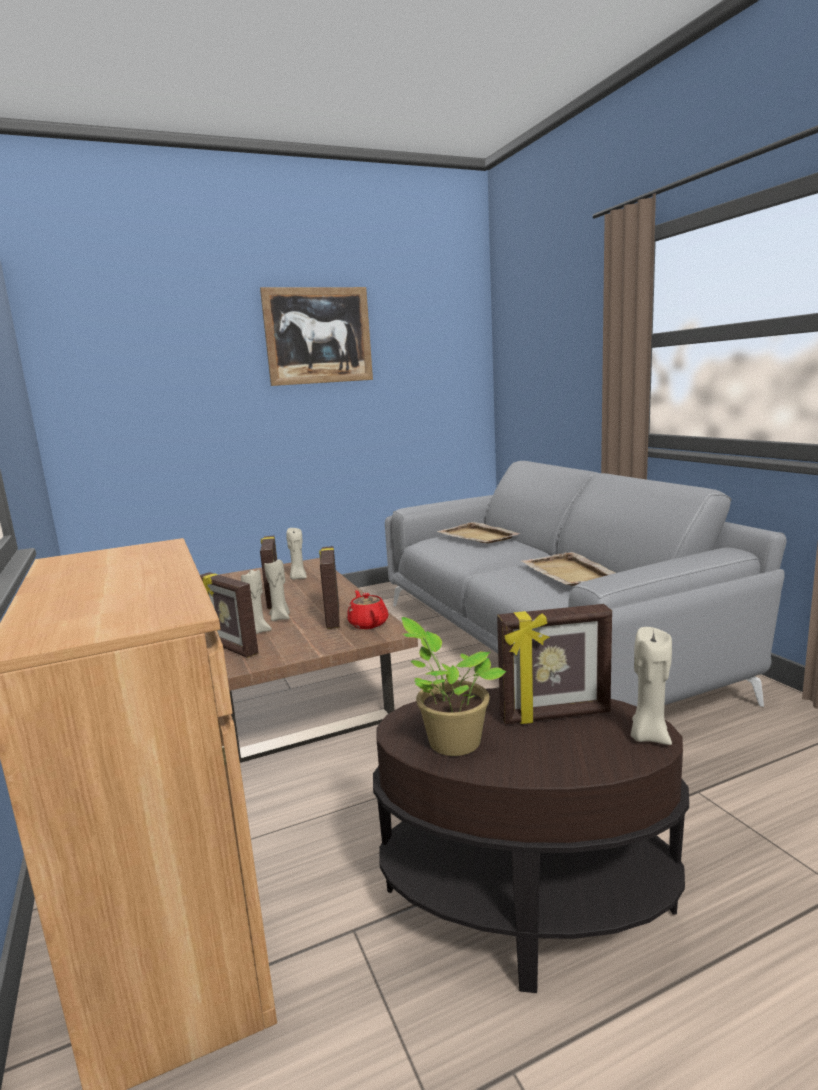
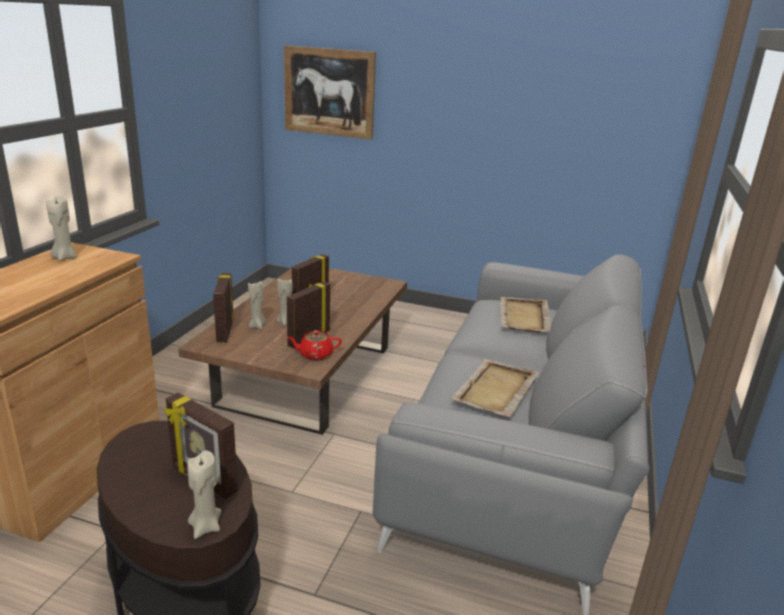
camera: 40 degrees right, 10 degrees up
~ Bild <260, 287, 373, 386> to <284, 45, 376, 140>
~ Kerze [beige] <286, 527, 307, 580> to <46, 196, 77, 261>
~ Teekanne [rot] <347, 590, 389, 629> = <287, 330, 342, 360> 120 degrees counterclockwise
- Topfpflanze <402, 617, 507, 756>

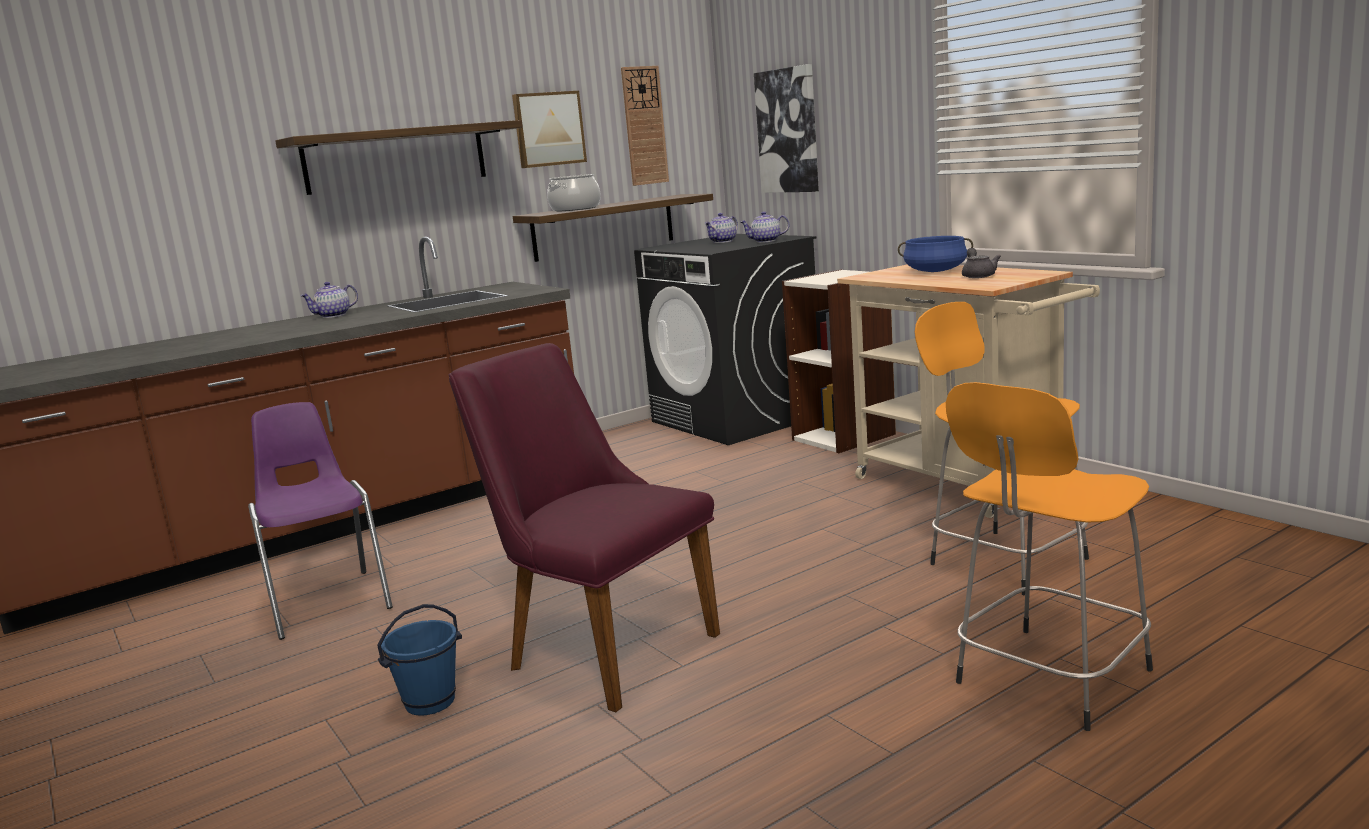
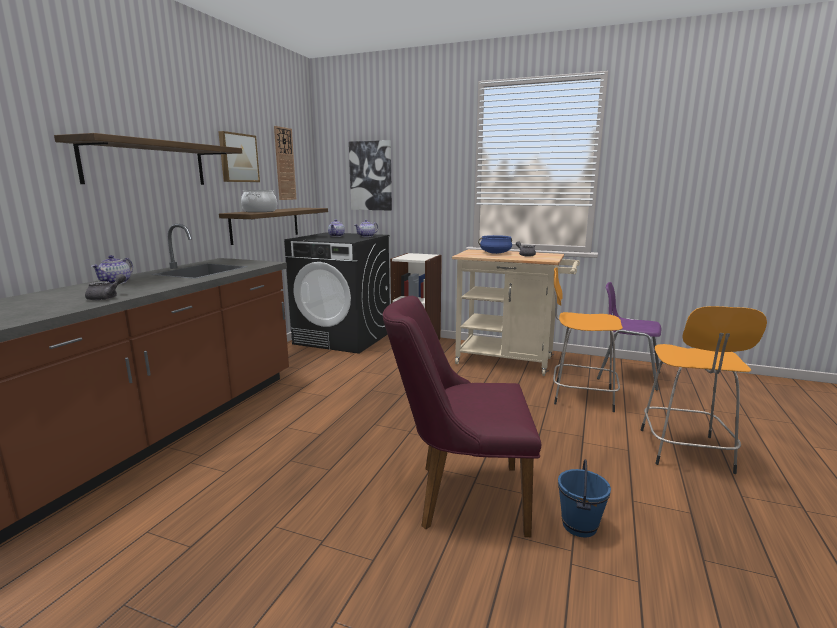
camera: 35 degrees left, 0 degrees up
~ Stuhl [lila] <248, 402, 393, 640> to <597, 282, 662, 391>
~ Eimer [blau] <377, 604, 462, 716> to <558, 459, 611, 538>
+ Teekanne [grau] <85, 274, 126, 301>

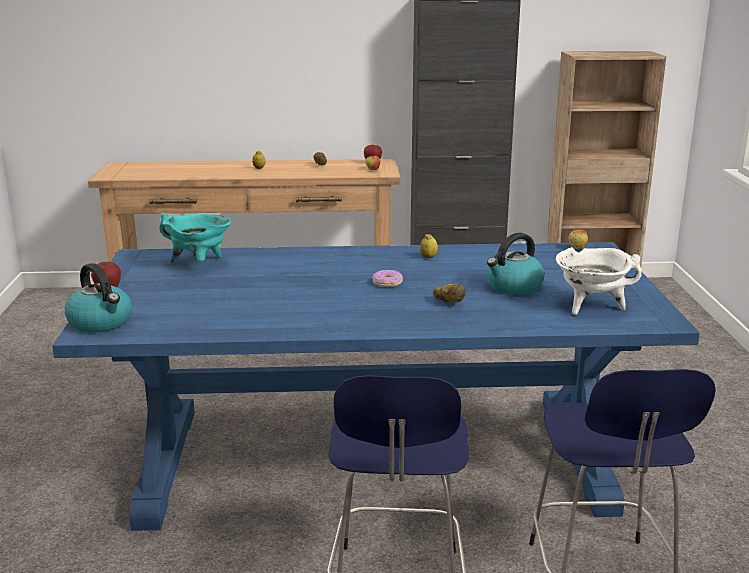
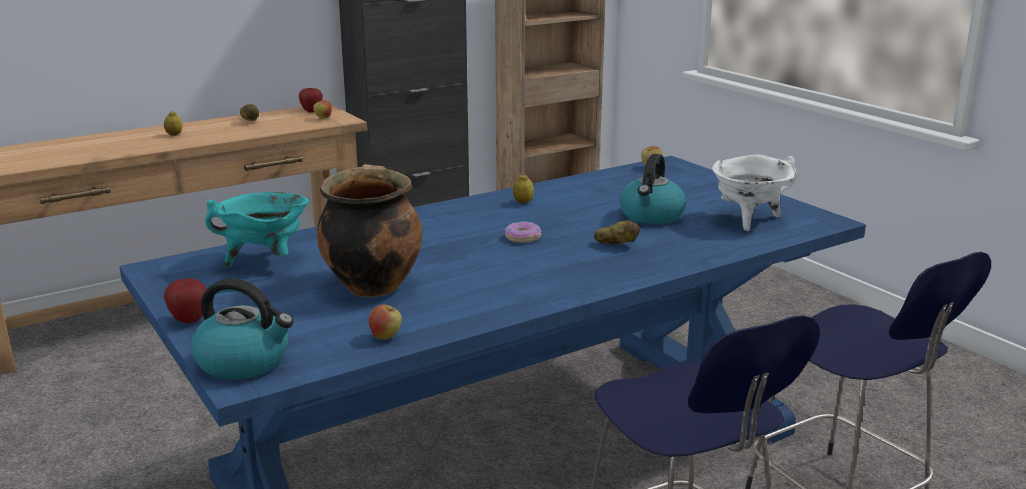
camera: 30 degrees left, 0 degrees up
+ Kochtopf <317, 164, 422, 297>
+ Apfel <369, 304, 402, 340>

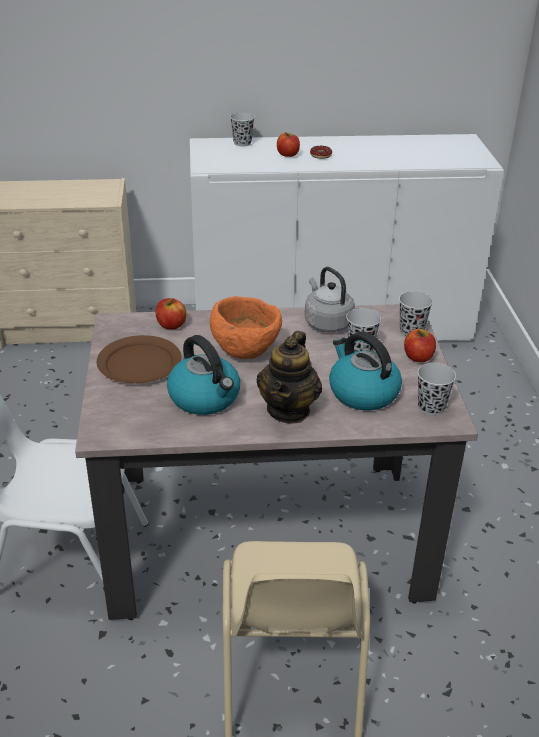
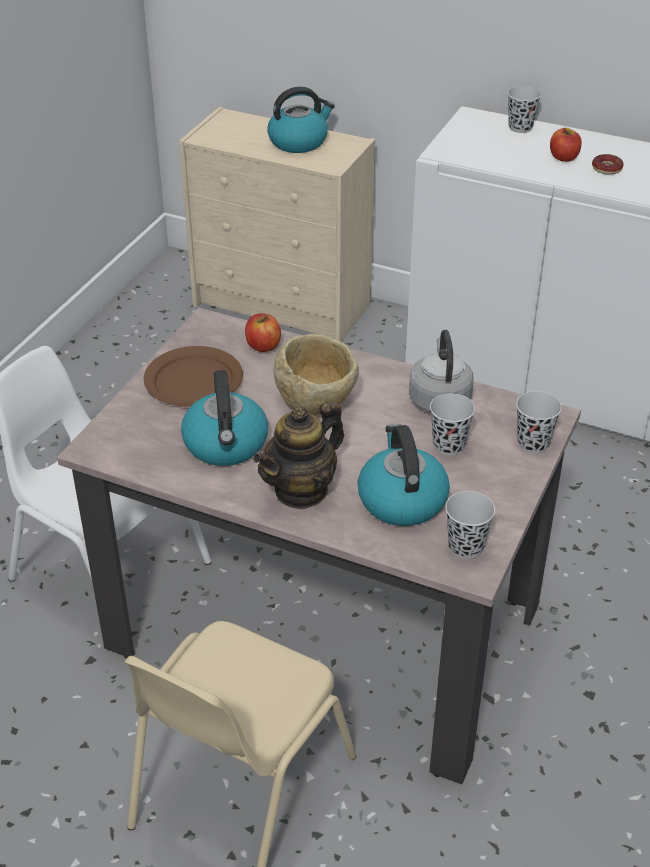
camera: 30 degrees right, 5 degrees up
~ Schüssel [orange] <210, 296, 282, 359> to Schüssel [beige] <273, 334, 359, 416>
- Apfel <404, 329, 436, 362>
+ Wasserkessel <267, 87, 335, 153>

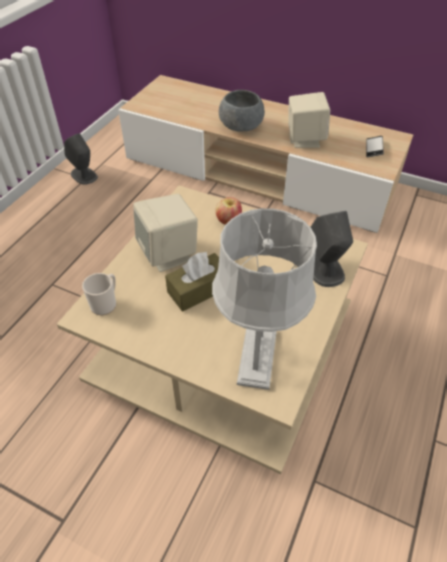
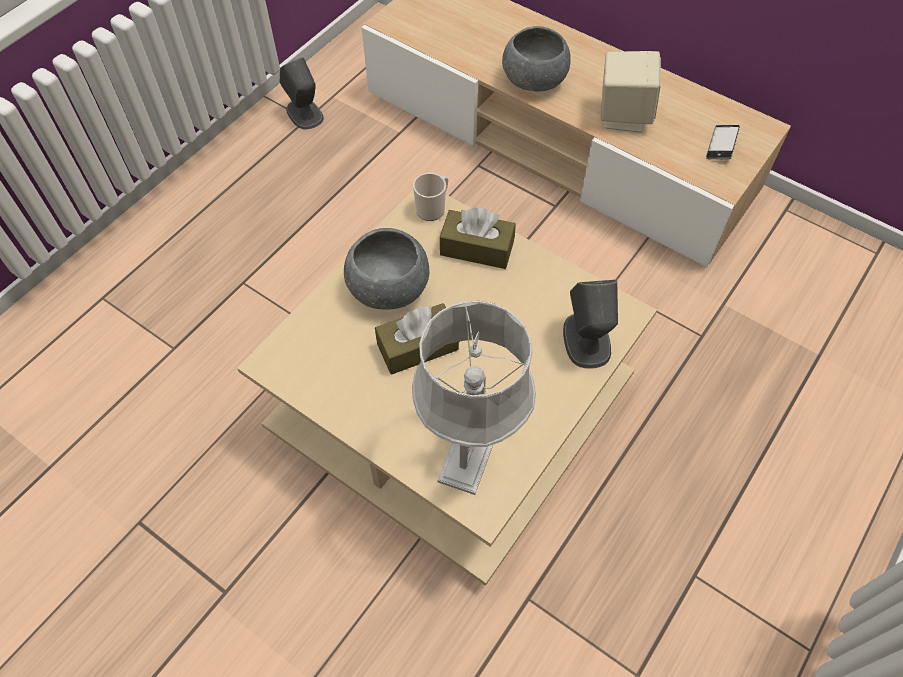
camera: 10 degrees right, 10 degrees up
~ Lautsprecher [beige] <133, 194, 198, 272> to Schüssel [grau] <344, 228, 429, 310>
~ Apfel <216, 197, 242, 224> to Taschentuchbox [braun] <440, 208, 516, 269>
~ Henkelbecher <82, 273, 116, 315> to <413, 173, 448, 221>

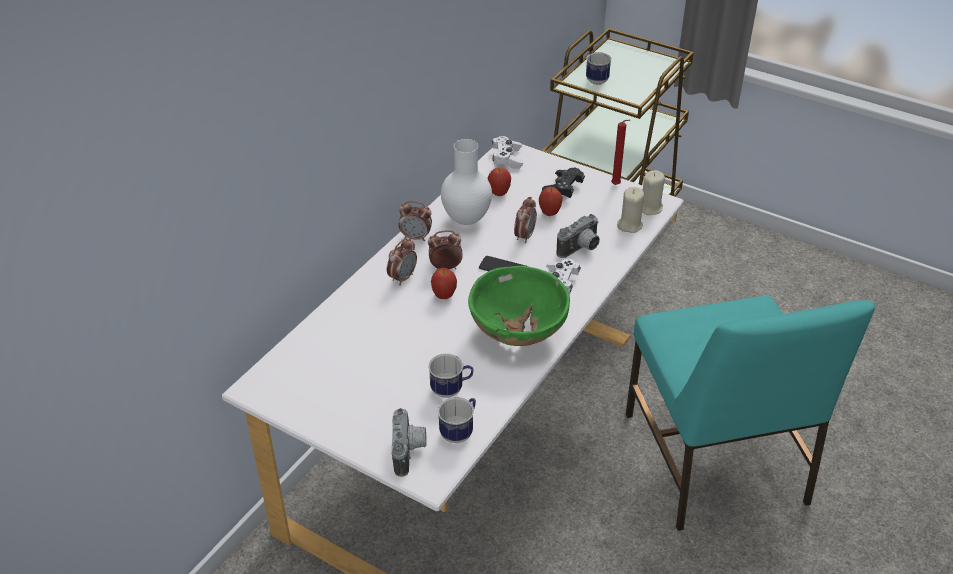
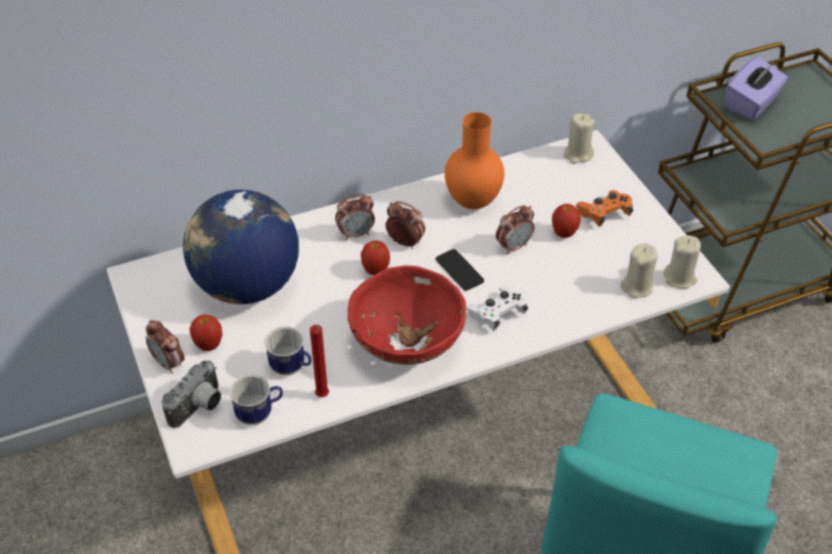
camera: 35 degrees right, 5 degrees up
~ Henkelbecher <586, 52, 612, 85> to Taschentuchbox [lila] <726, 57, 788, 120>
~ Kerze [rot] <611, 120, 630, 185> to <310, 325, 329, 397>
~ Gamepad [weiß] <492, 136, 523, 169> to Kerze [beige] <564, 113, 595, 164>
~ Vase [weiß] <441, 139, 492, 225> to Vase [orange] <445, 112, 504, 209>
~ Apfel <488, 168, 511, 196> to <189, 315, 222, 351>
~ Gamepad [schwarz] <542, 168, 585, 198> to Gamepad [orange] <576, 190, 633, 227>
~ Wecker <399, 201, 432, 241> to <146, 320, 185, 374>
- Kamera <557, 214, 600, 258>
~ Schüssel [grün] <468, 266, 570, 346> to Schüssel [rot] <347, 265, 466, 365>
+ Globus <183, 190, 299, 304>

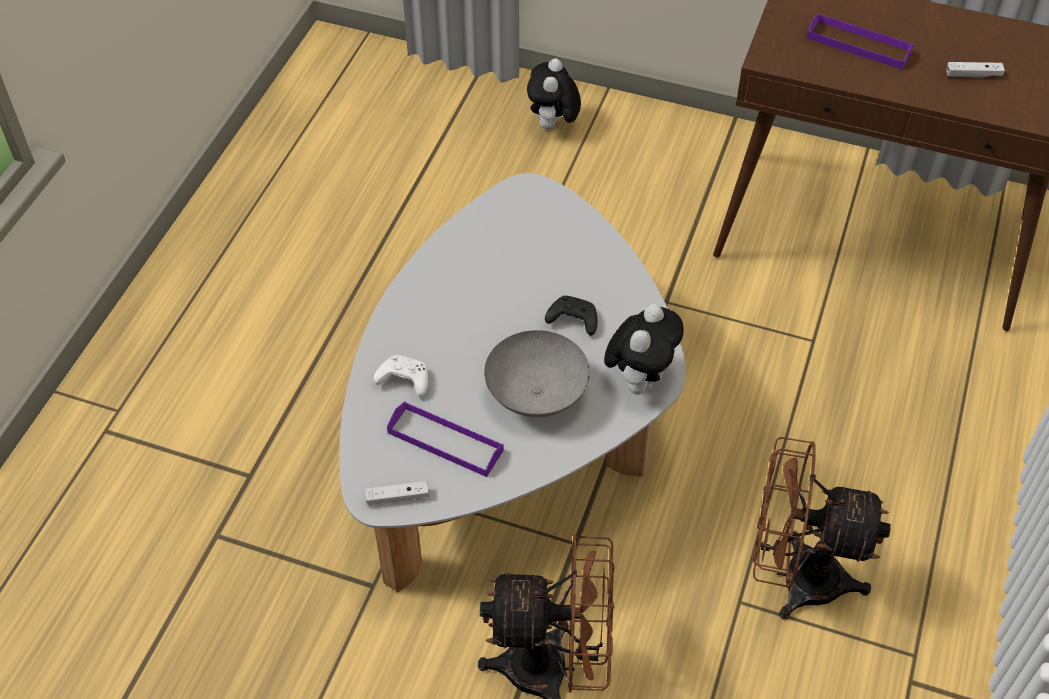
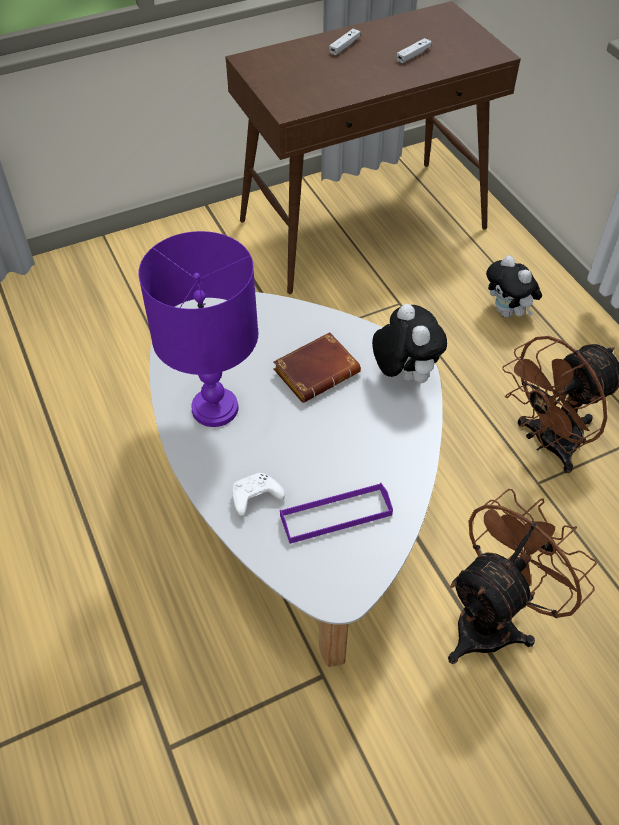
camera: 45 degrees left, 0 degrees up
- Tablett [lila] <806, 13, 914, 70>
~ Plüschtier <527, 58, 581, 129> to <486, 255, 542, 318>
~ Gamepad [schwarz] <545, 296, 597, 336> to Buch [braun] <273, 332, 361, 403>
- Schüssel [grau] <484, 330, 590, 417>
~ Gamepad [weiß] <365, 481, 429, 505> to <329, 29, 360, 55>
+ Tischlampe [lila] <138, 231, 258, 427>

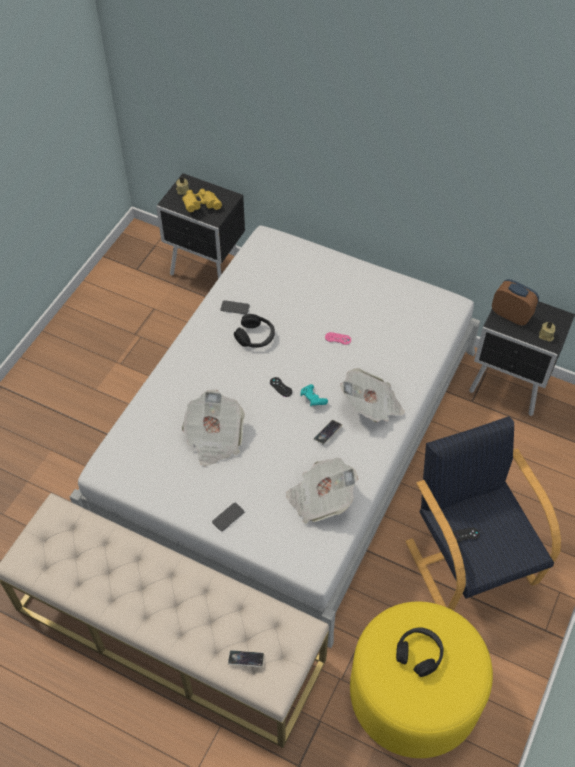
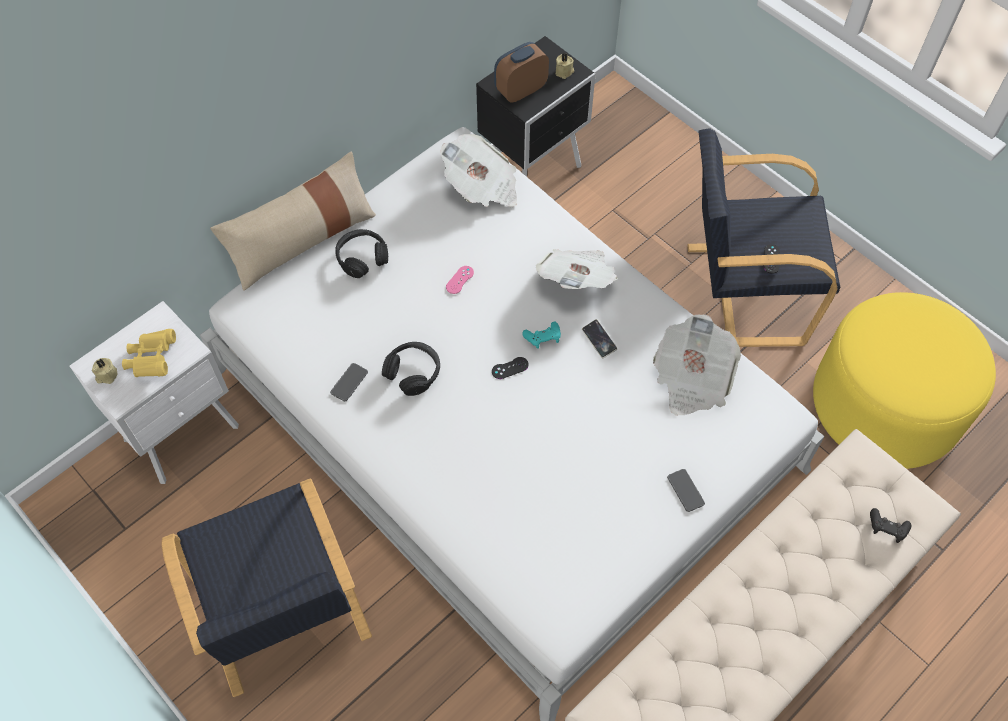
camera: 70 degrees left, 5 degrees up
~ Nachttisch [schwarz] <156, 173, 245, 279> to Nachttisch [weiß] <70, 301, 239, 484>
~ Zeitung <182, 390, 245, 466> to <440, 134, 517, 207>
~ Kopfhörer [schwarz] <396, 627, 443, 677> to <335, 229, 388, 278>
~ Handy <228, 650, 264, 667> to Gamepad [schwarz] <870, 508, 911, 543>
+ Kissen [beige] <210, 152, 376, 291>
+ Sessel [schwarz] <161, 479, 372, 697>

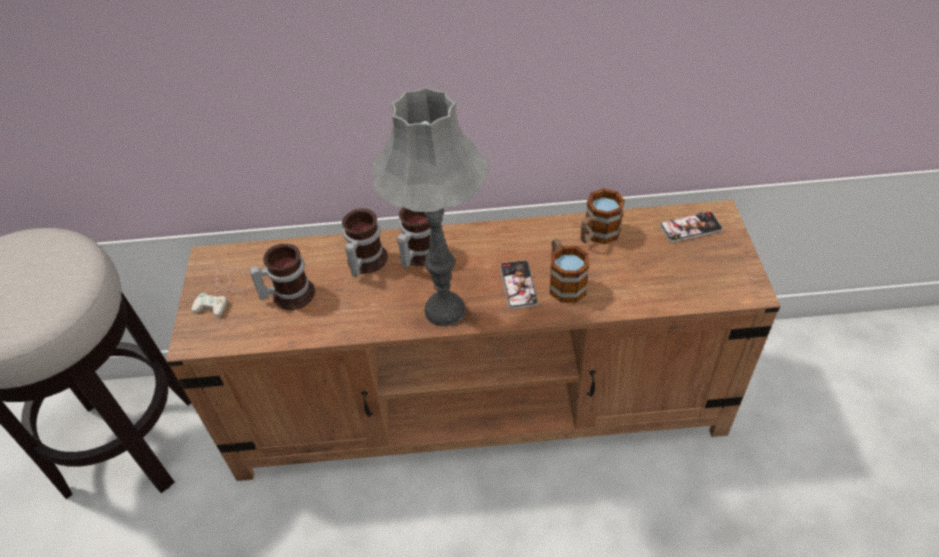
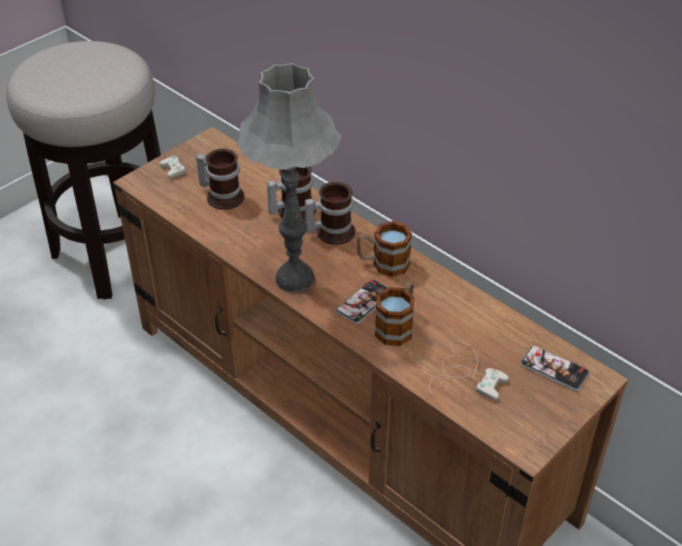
camera: 45 degrees right, 5 degrees down
~ Henkelbecher <581, 188, 625, 244> to <357, 221, 412, 277>
+ Gamepad [weiß] <429, 340, 509, 400>

